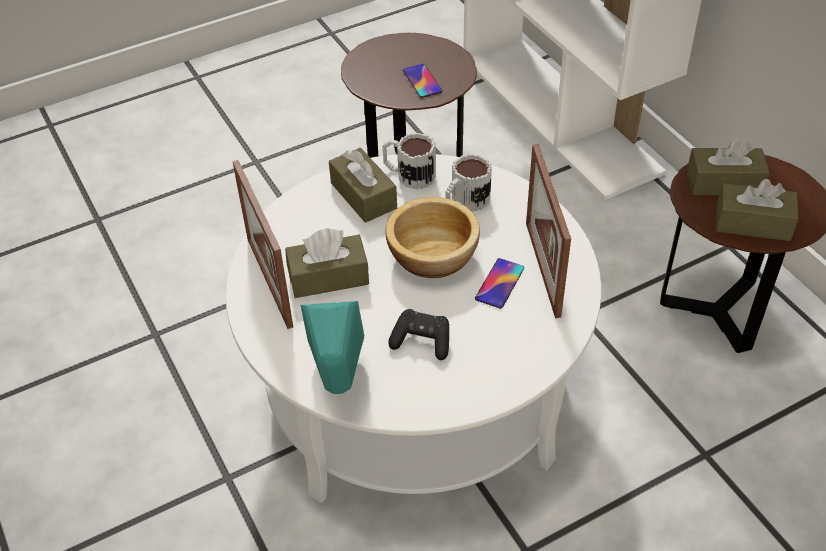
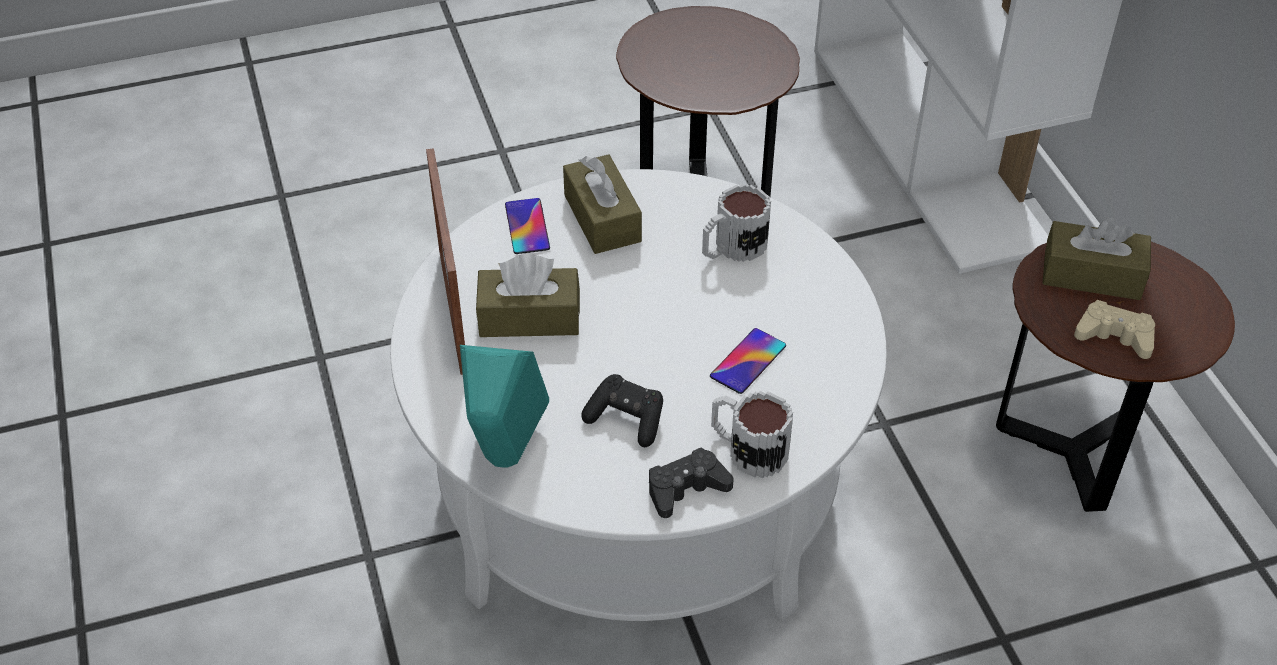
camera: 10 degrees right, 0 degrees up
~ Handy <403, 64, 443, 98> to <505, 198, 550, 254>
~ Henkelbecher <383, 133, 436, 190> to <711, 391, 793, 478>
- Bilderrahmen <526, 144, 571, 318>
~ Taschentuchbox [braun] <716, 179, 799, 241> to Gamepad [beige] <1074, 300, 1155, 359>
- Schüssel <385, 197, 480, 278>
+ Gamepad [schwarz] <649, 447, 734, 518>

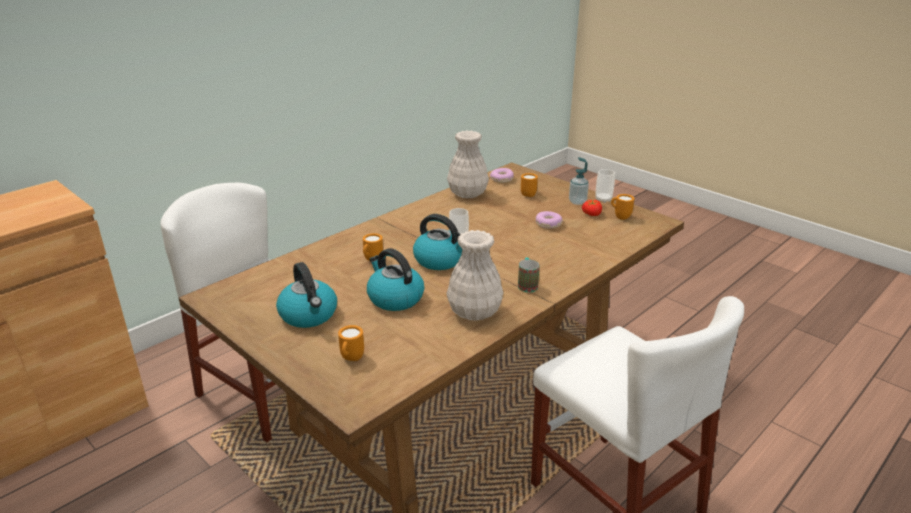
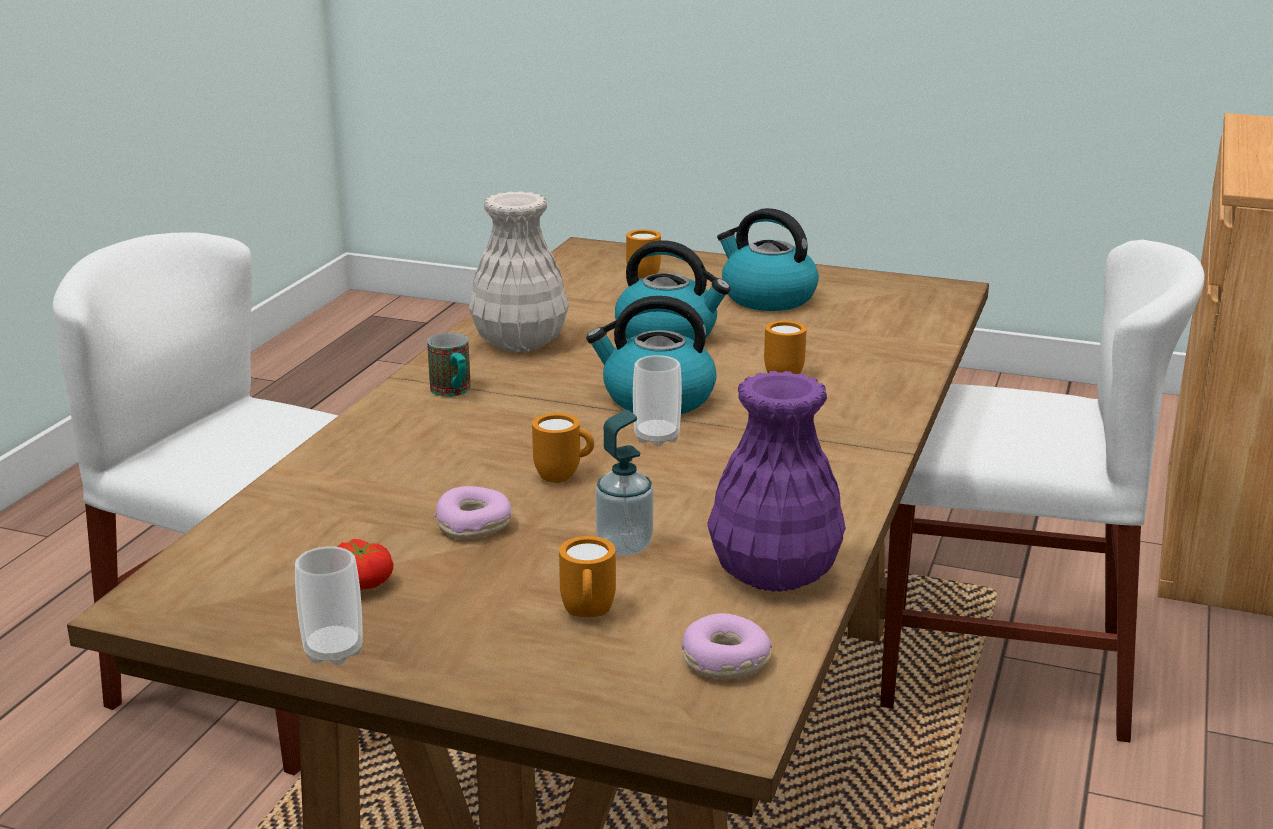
camera: 155 degrees right, 5 degrees down
~ Vase [weiß] <447, 130, 489, 198> to Vase [lila] <708, 371, 846, 592>
~ Seifenspender <569, 157, 589, 205> to <595, 410, 653, 556>
~ Henkelbecher [orange] <611, 194, 634, 220> to <532, 413, 594, 483>

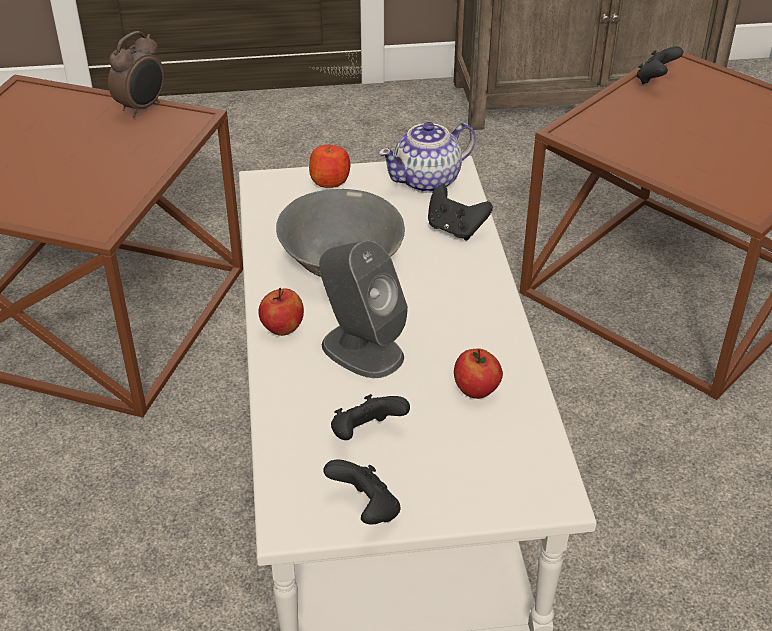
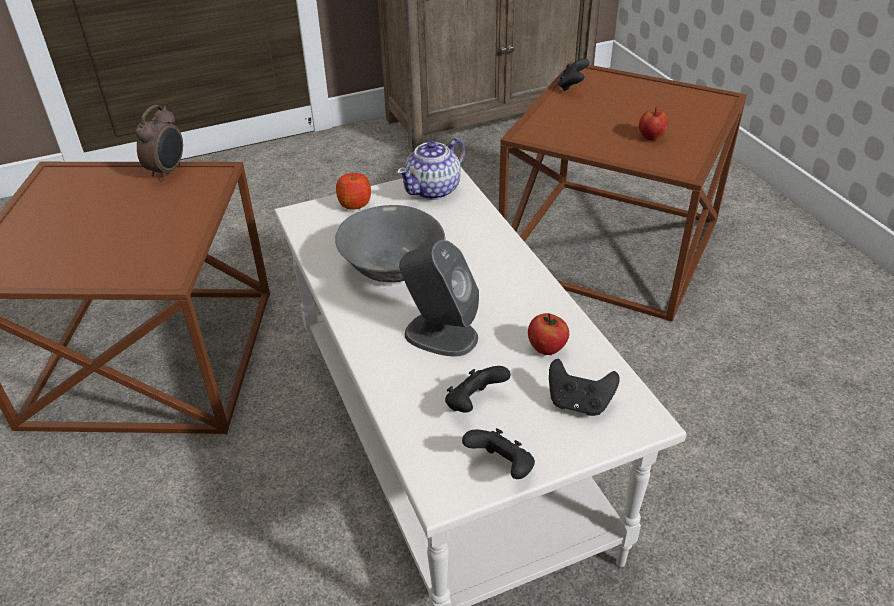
camera: 15 degrees left, 0 degrees up
~ Gamepad [schwarz] <428, 184, 493, 240> to <549, 359, 620, 416>
~ Apfel <258, 288, 304, 336> to <639, 107, 668, 141>

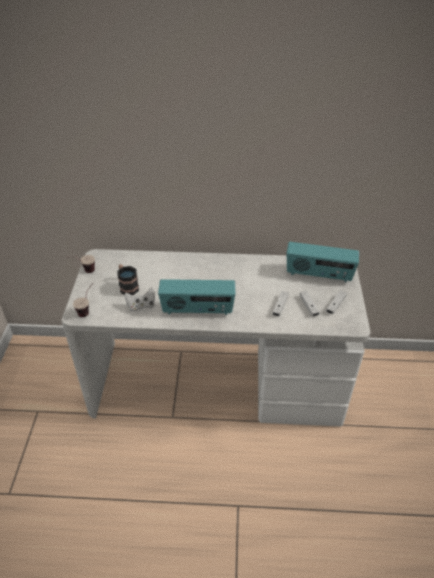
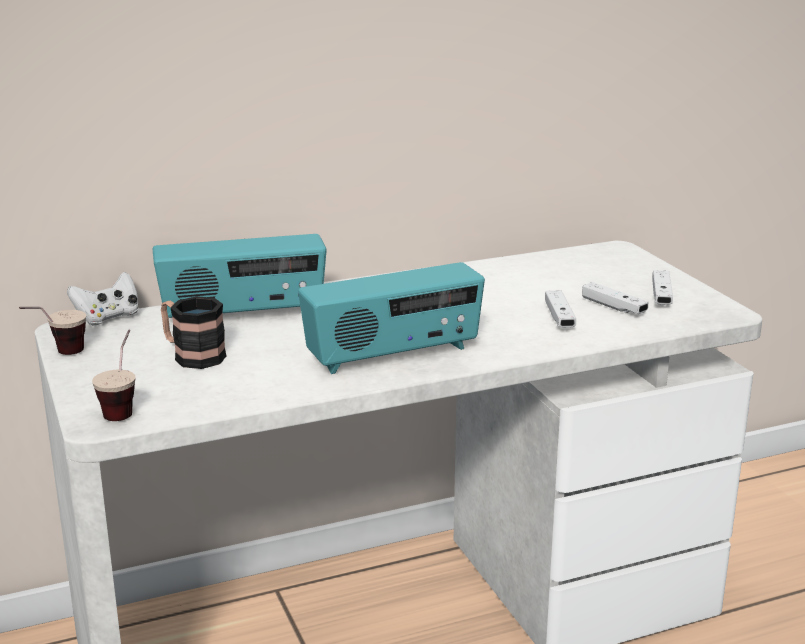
camera: 25 degrees left, 20 degrees down
~ Radio <287, 242, 359, 283> to <153, 234, 327, 318>
~ Gamepad [weiß] <125, 288, 155, 312> to <67, 271, 139, 325>

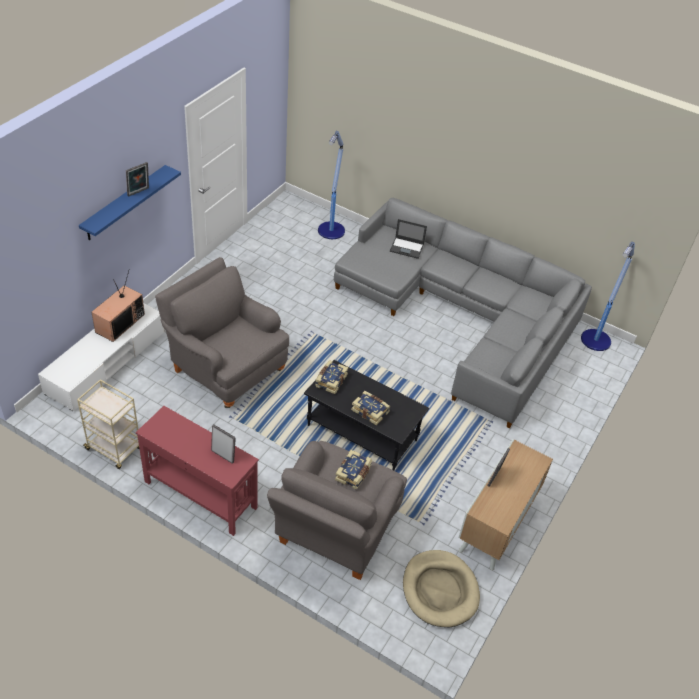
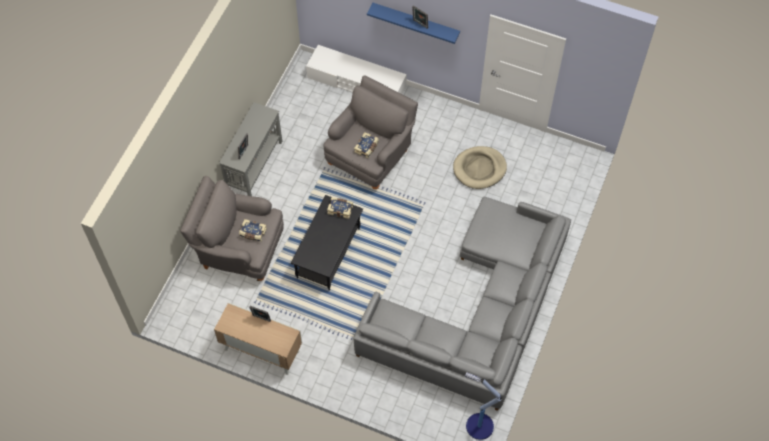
camera: 85 degrees right, 15 degrees up
- Stehlampe <318, 131, 345, 239>
- Laptop <390, 219, 427, 259>
- Fernseher <91, 271, 145, 342>
- Rollwagen [beige] <77, 379, 139, 469>
~ Buch <351, 391, 390, 425> to <354, 132, 379, 158>
~ Konsolentisch [rot] <136, 406, 259, 536> to Konsolentisch [grau] <219, 102, 282, 196>
~ Hundebett [beige] <403, 550, 480, 627> to <453, 146, 507, 189>

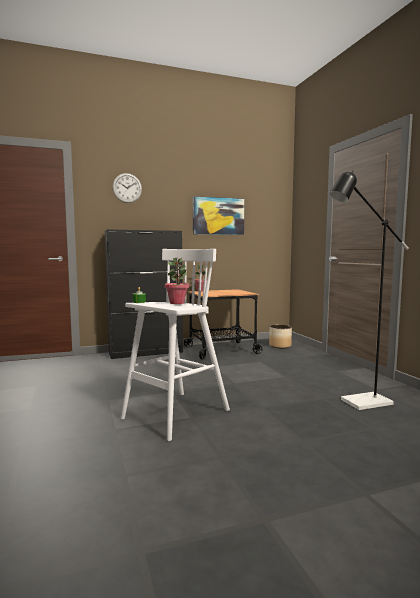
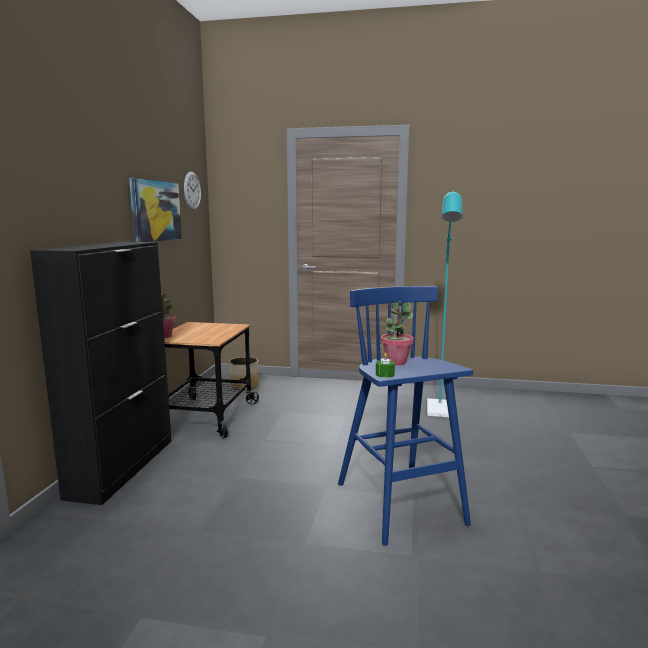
camera: 60 degrees left, 5 degrees up
~ Stehlampe [schwarz] <330, 171, 409, 410> to Stehlampe [türkis] <427, 190, 463, 417>
~ Wanduhr <112, 173, 142, 203> to <184, 172, 201, 210>
~ Hocker [weiß] <121, 249, 230, 441> to Hocker [blau] <338, 286, 473, 546>

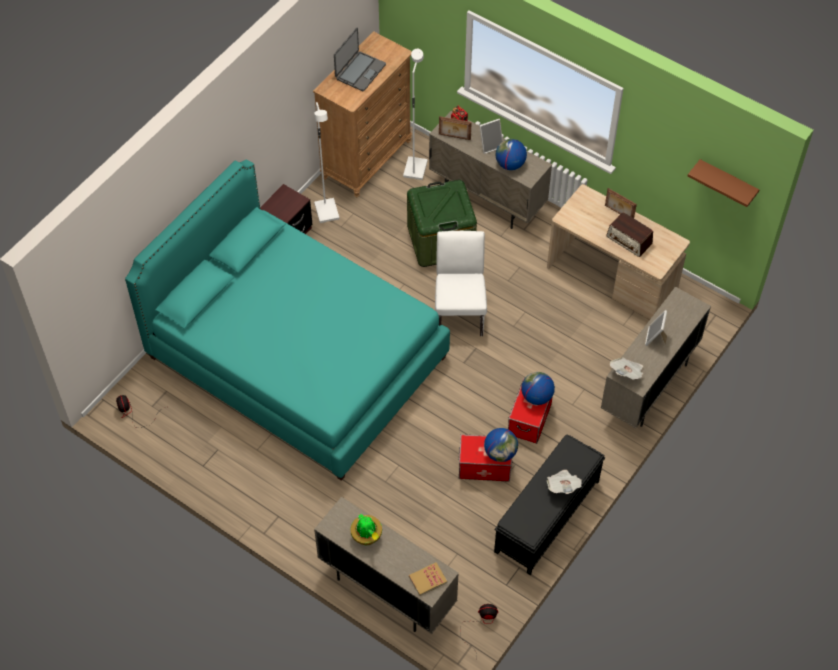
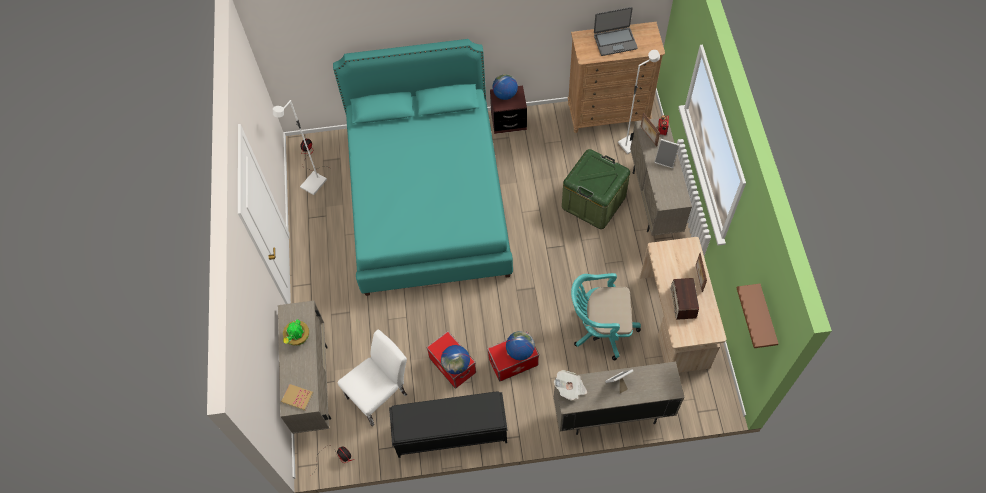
camera: 50 degrees right, 5 degrees up
~ Stehlampe [weiß] <314, 102, 340, 223> to <273, 100, 327, 195>
~ Globus <495, 139, 527, 170> to <492, 74, 518, 100>
~ Stuhl [weiß] <435, 231, 487, 336> to <337, 329, 407, 427>
- Zeitung <547, 470, 582, 494>
+ Bürostuhl [türkis] <571, 273, 641, 360>

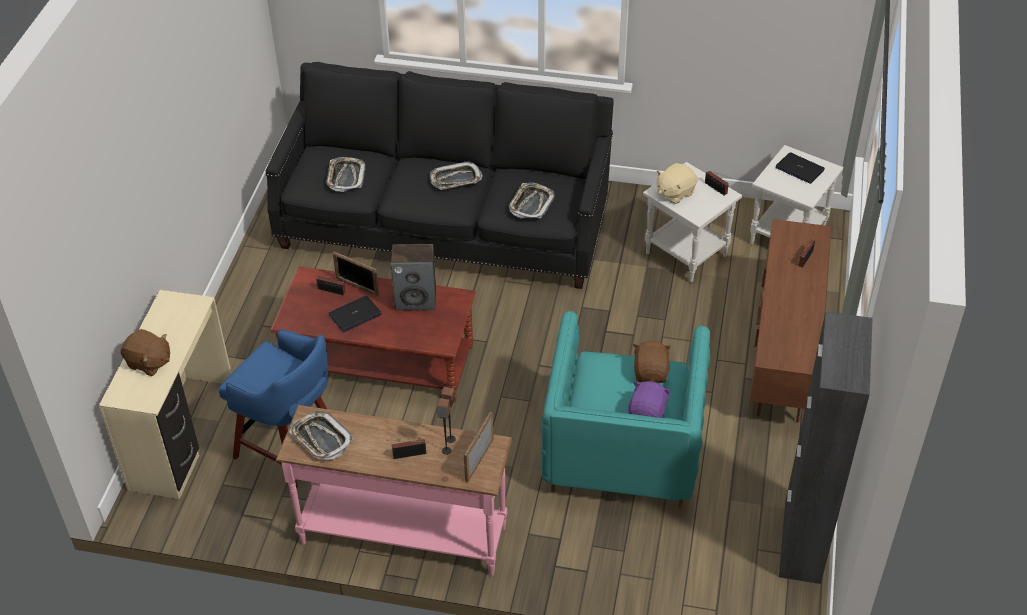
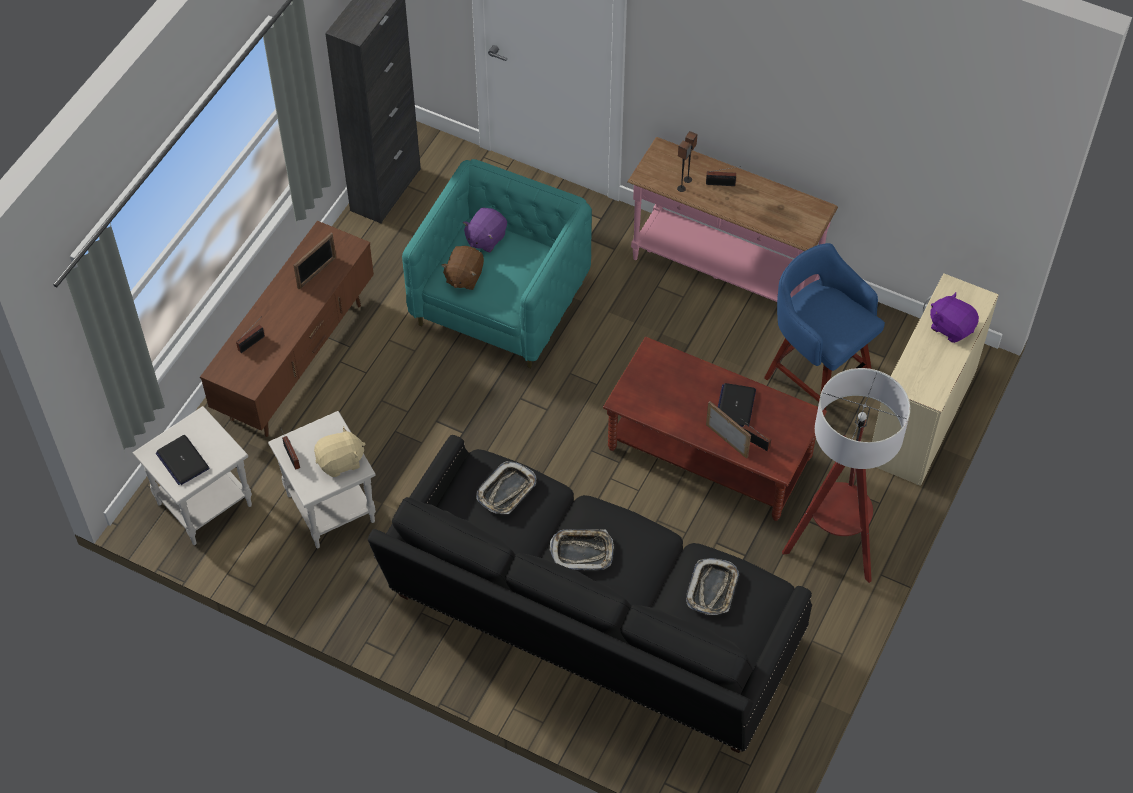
camera: 165 degrees left, 10 degrees up
- Lautsprecher <391, 244, 436, 311>
~ Laptop <329, 296, 382, 332> = <718, 383, 756, 427> 120 degrees clockwise
~ Plüschtier [braun] <121, 329, 170, 376> to Plüschtier [lila] <930, 292, 979, 343>
- Tablett <289, 411, 354, 460>
~ Bilderrahmen <464, 412, 493, 483> to <293, 233, 336, 289>
+ Stehlampe <782, 368, 910, 583>

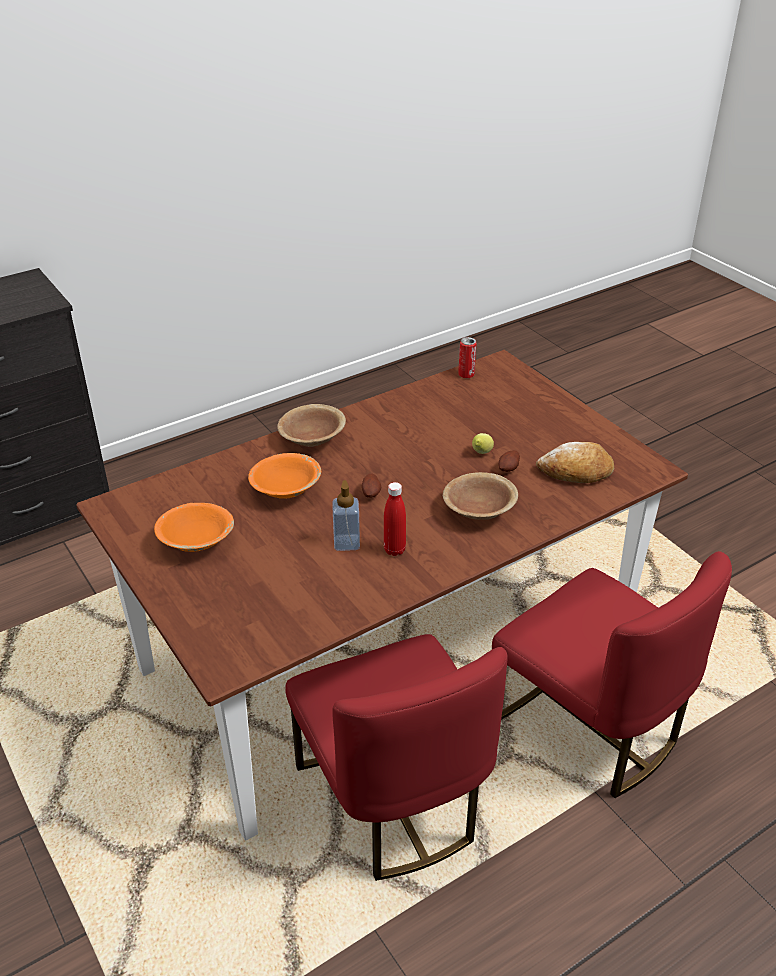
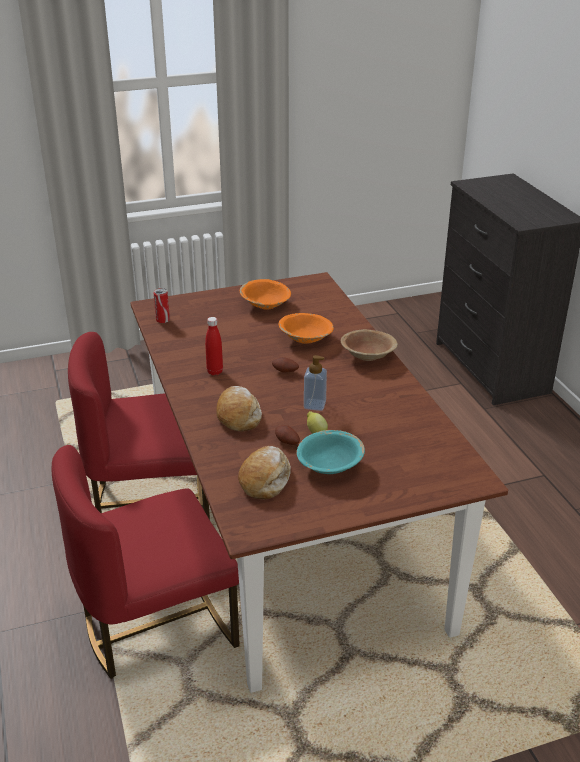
camera: 105 degrees right, 5 degrees down
~ Dose <458, 337, 476, 378> to <154, 288, 170, 323>
~ Schüssel [braun] <443, 472, 518, 520> to Brot <216, 386, 262, 432>
~ Seifenspender <332, 480, 360, 551> to <304, 355, 327, 411>
+ Schüssel [türkis] <296, 430, 365, 474>

